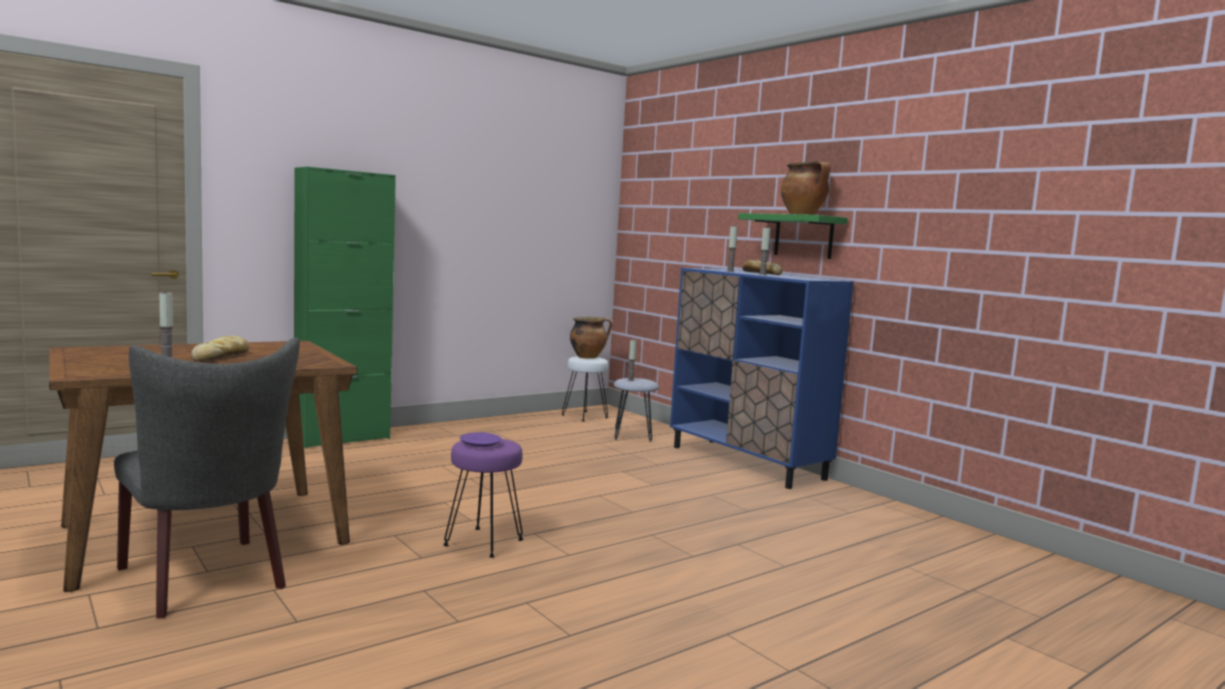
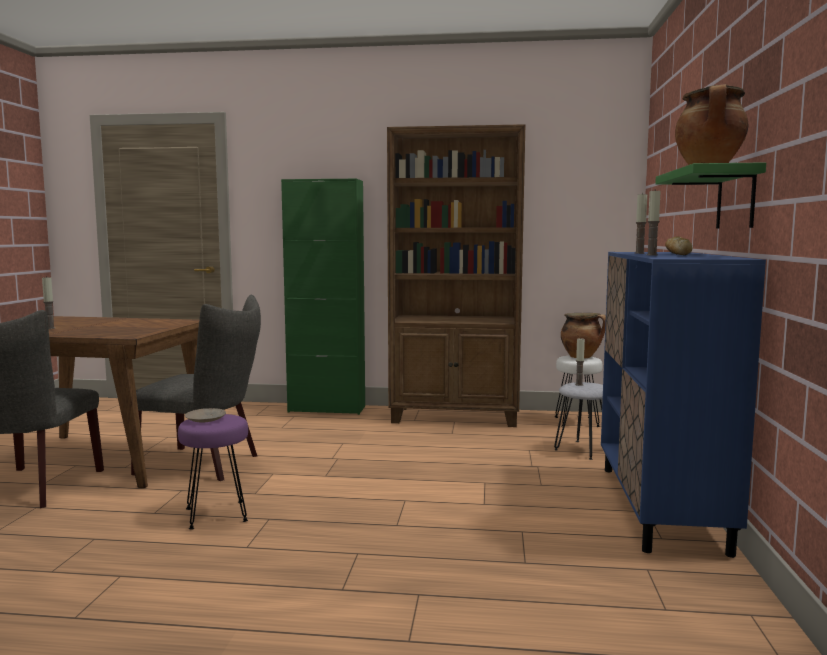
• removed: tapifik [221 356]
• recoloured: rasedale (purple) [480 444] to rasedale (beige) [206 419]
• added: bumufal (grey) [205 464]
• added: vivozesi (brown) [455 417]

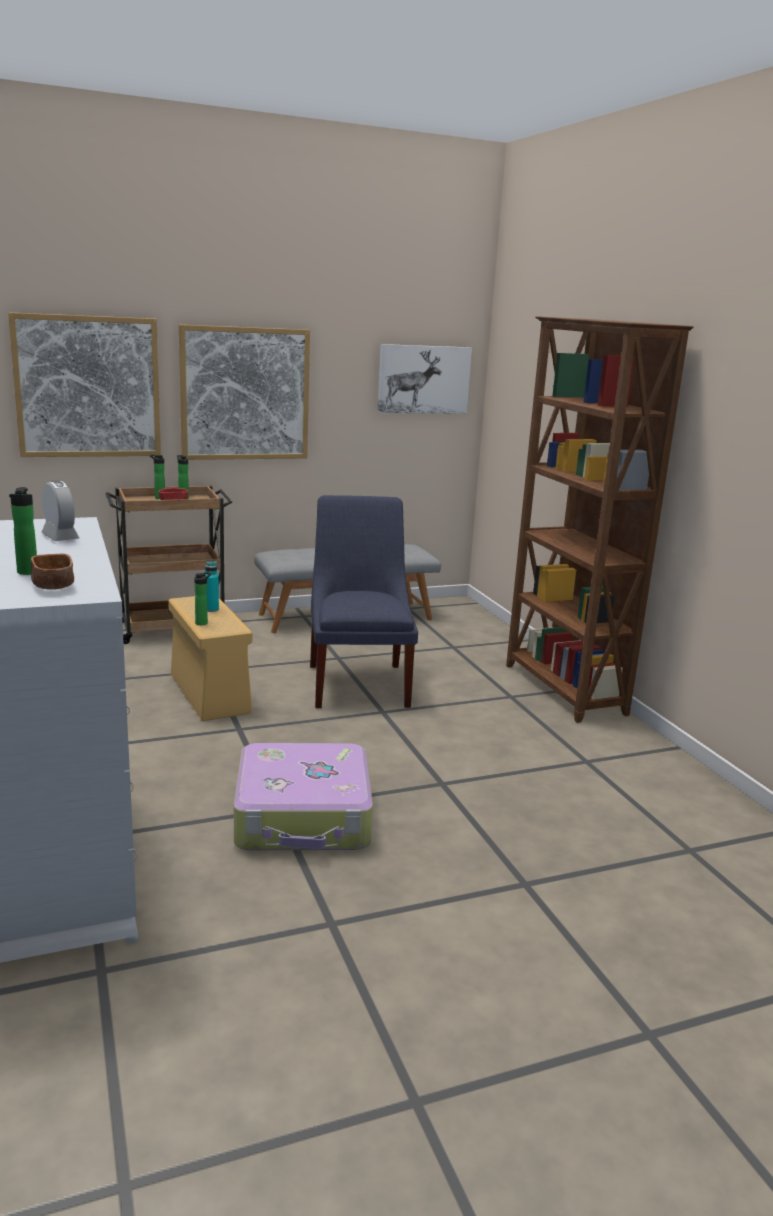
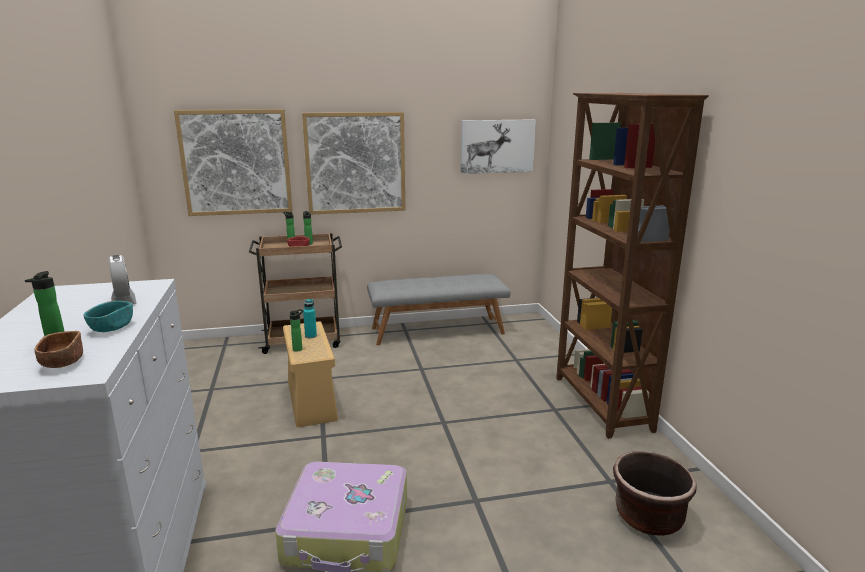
• removed: bumufal (blue) [359 683]
• added: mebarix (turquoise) [112 327]
• added: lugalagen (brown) [648 517]

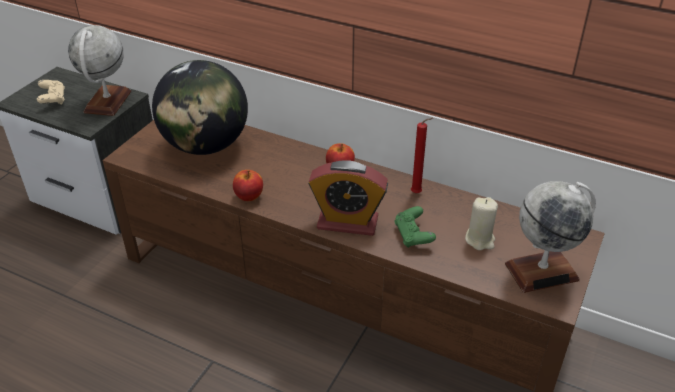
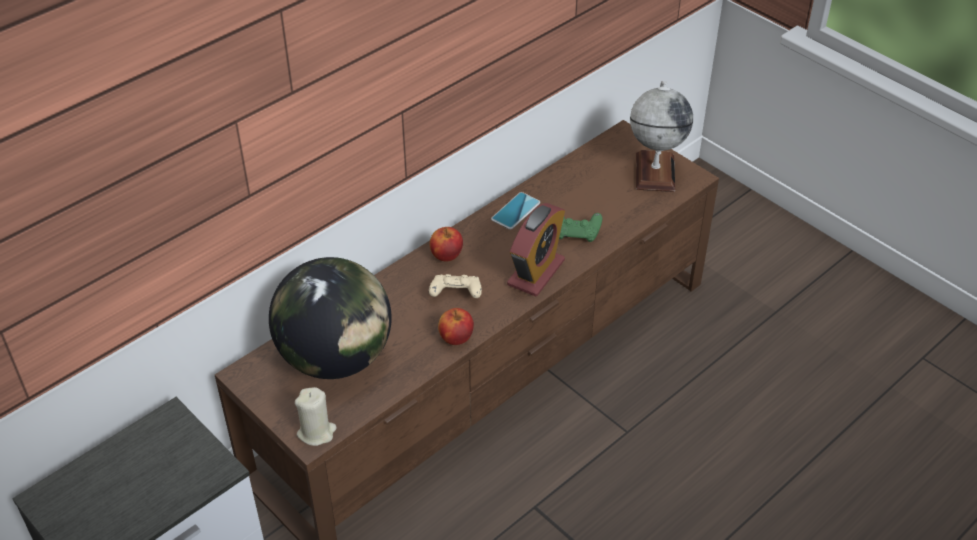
• moved: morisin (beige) [53 100] to [456 295]
• removed: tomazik [108 102]
• replaced: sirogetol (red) [418 193] to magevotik [515 211]
• moved: sirogetol (beige) [480 240] to [316 432]

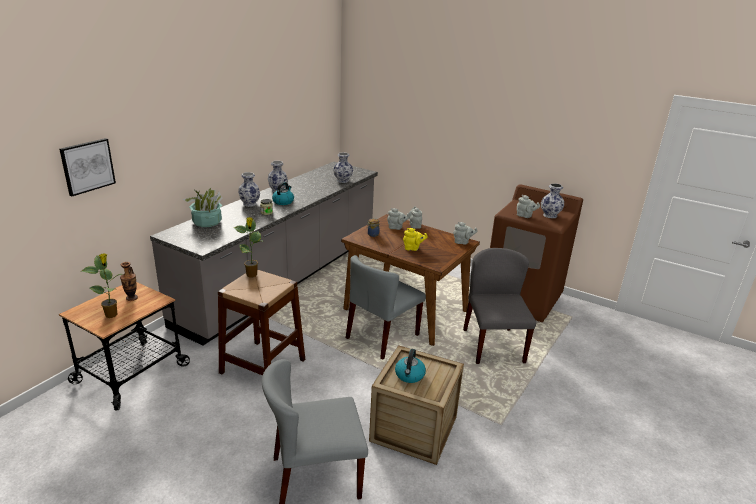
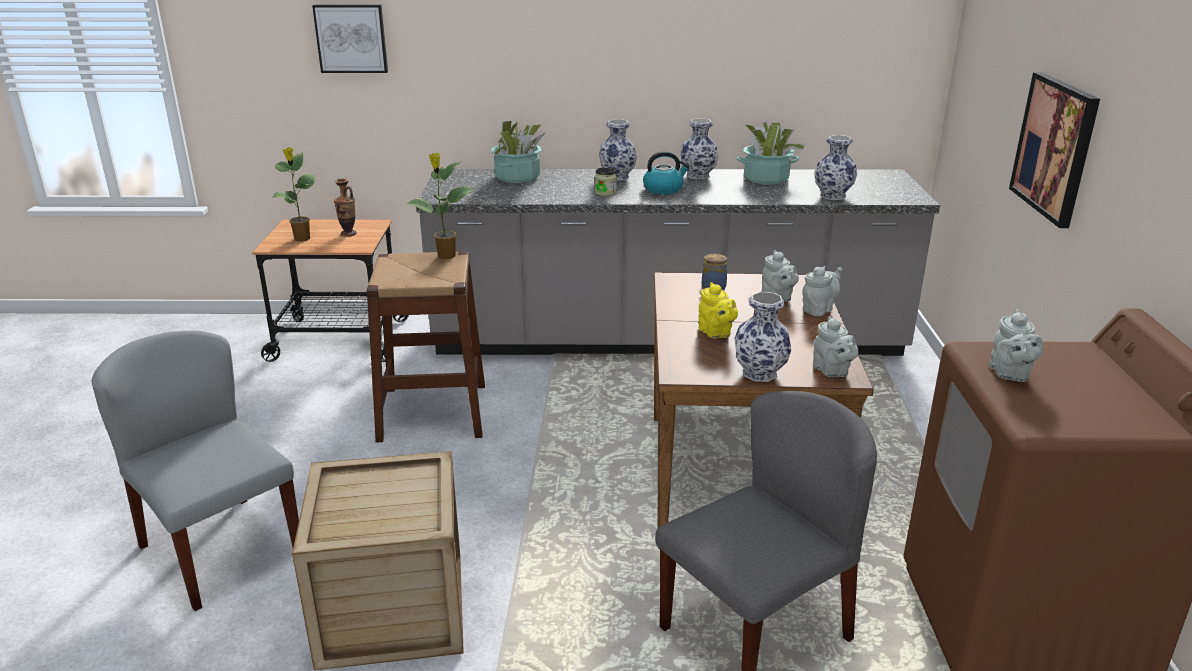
• removed: bumufal (grey) [382 337]
• removed: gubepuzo [409 375]
• moved: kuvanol [550 215] to [760 373]
• added: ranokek [766 178]
• added: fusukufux [1055 147]

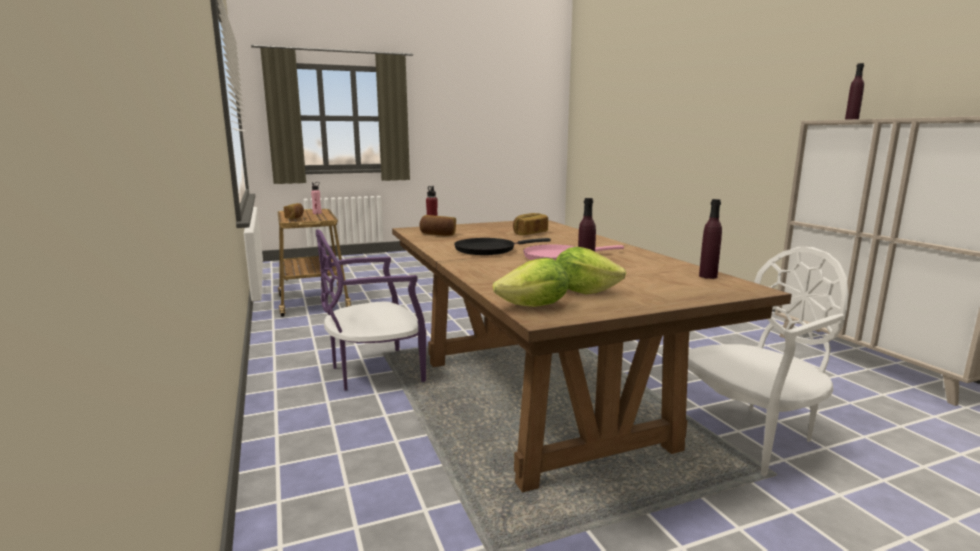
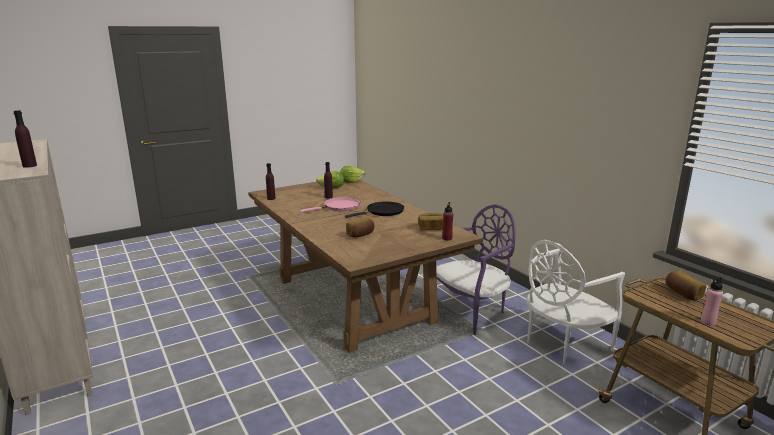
• moved: bumufal (white) [749 434] to [563 343]

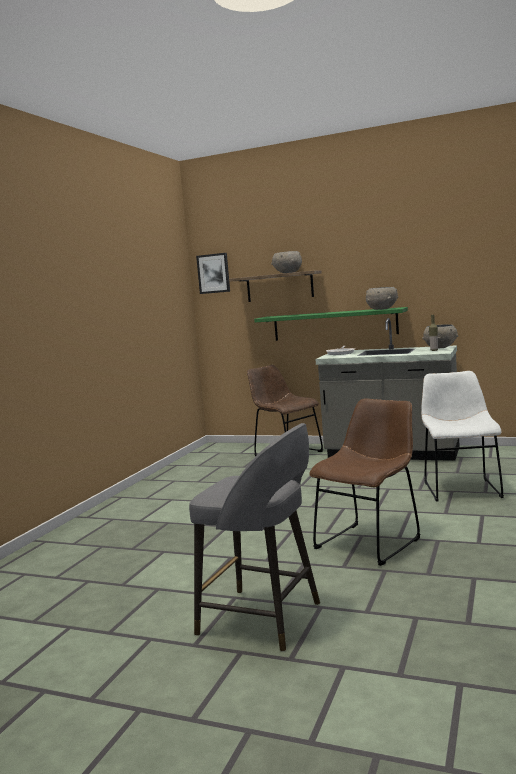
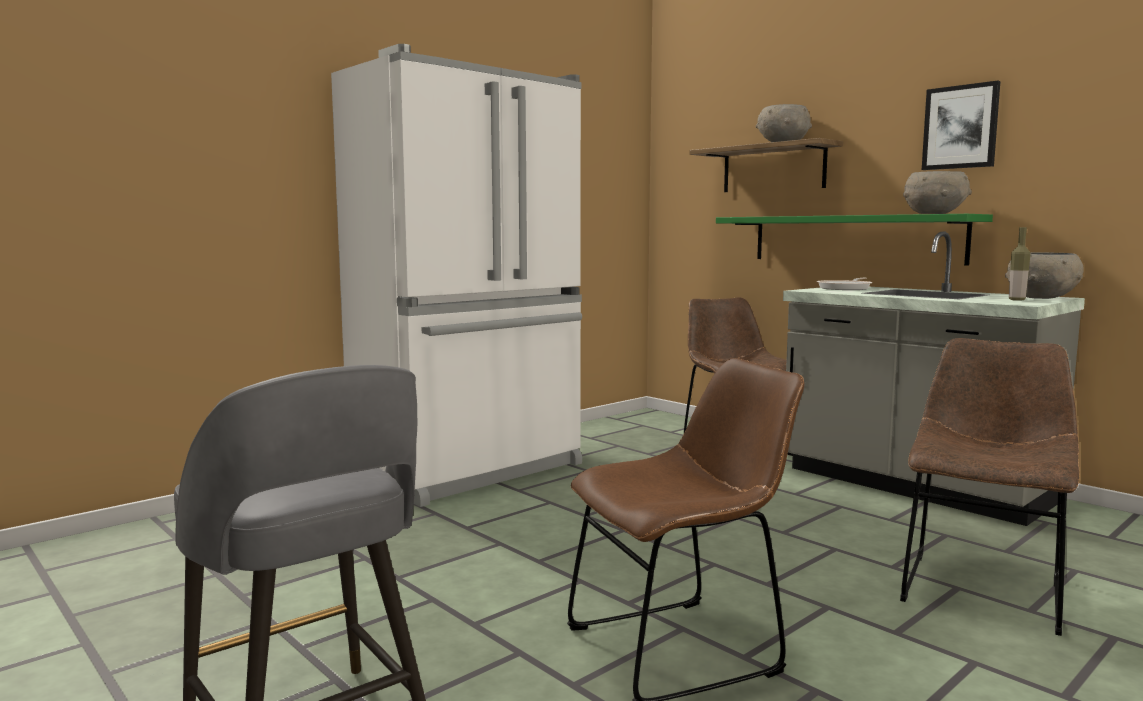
• moved: fusukufux [213 273] to [960 127]
• recoloured: bumufal (white) [460 488] to bumufal (brown) [982 587]
• added: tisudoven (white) [472 470]

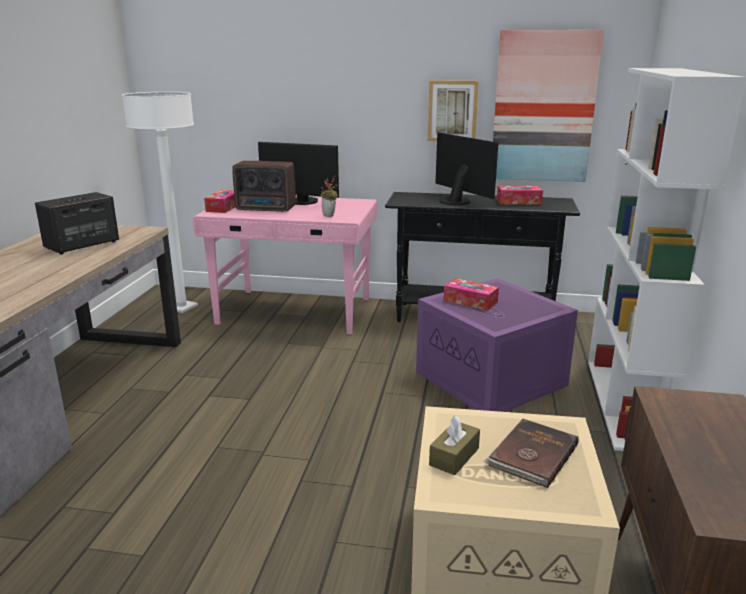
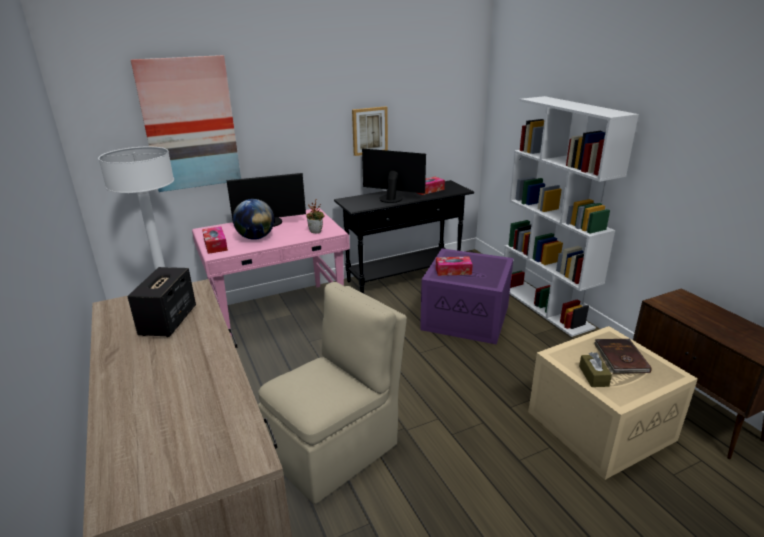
• replaced: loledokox [267 209] to tomazik [256 238]
• moved: fusukufux [543 107] to [190 124]
• added: bumufal (beige) [335 448]

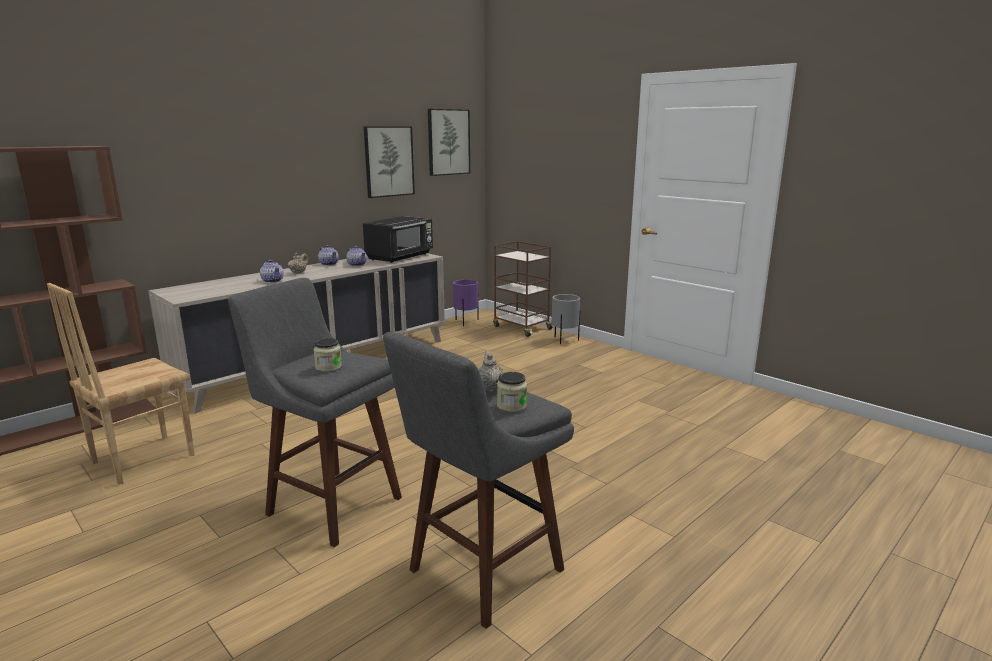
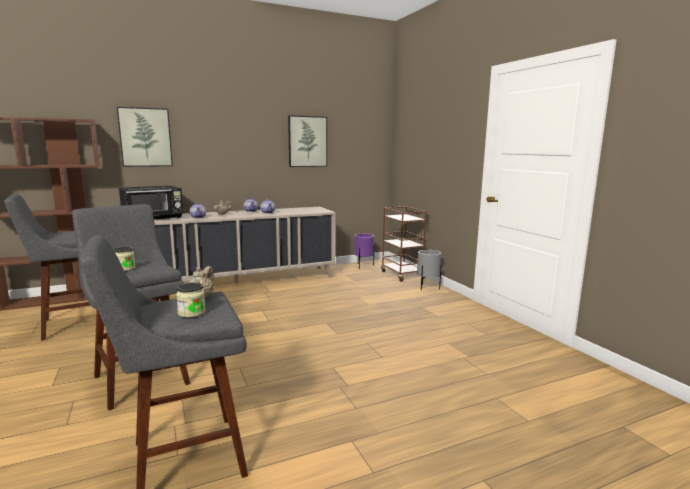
• replaced: bumufal (brown) [142 459] to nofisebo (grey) [71 325]
• moved: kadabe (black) [400 257] to [154 218]
• moved: fusukufux [448 142] to [145 137]

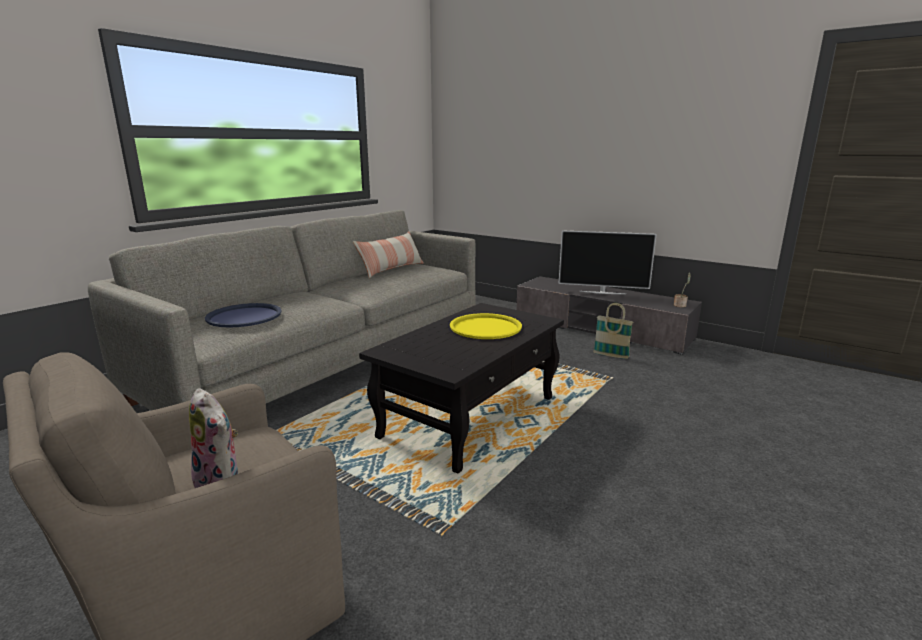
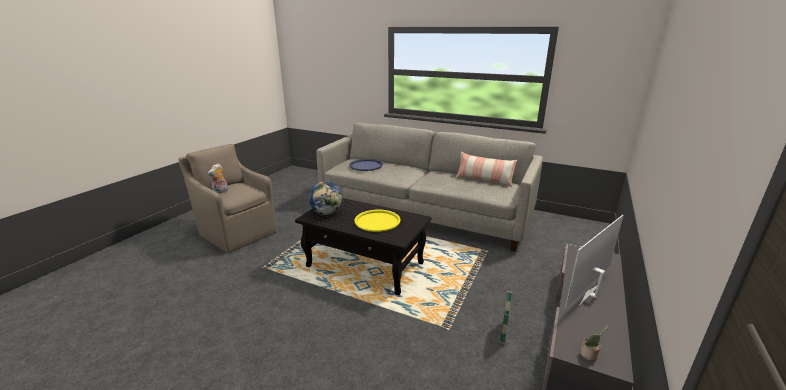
• turned: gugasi [602 292] = [592 294] 45 degrees clockwise
• added: tomazik [327 213]

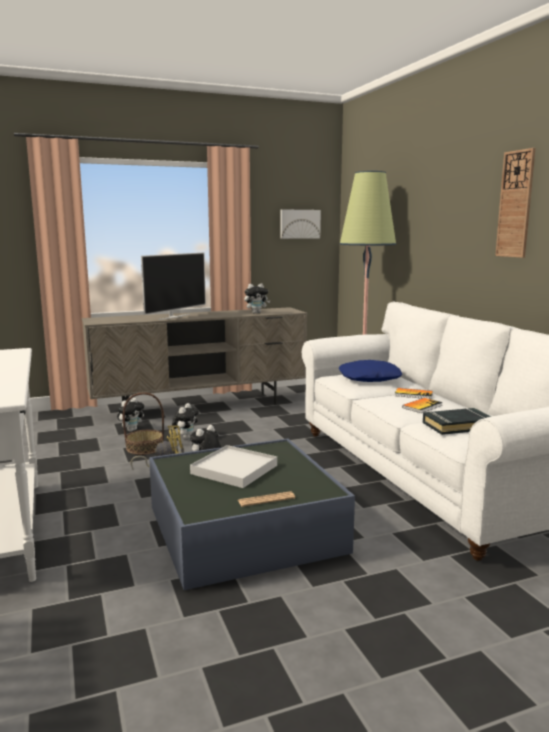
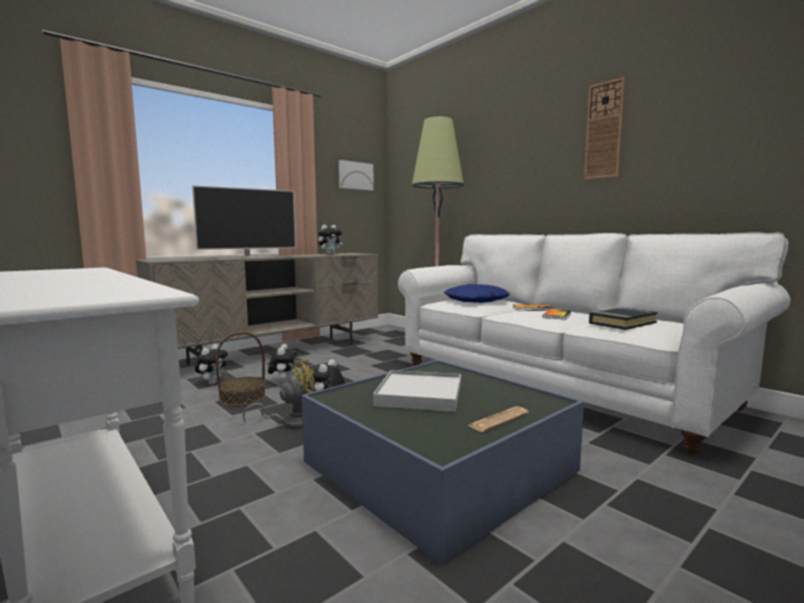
• turned: gugasi [174 317] = [248 257] 45 degrees clockwise

